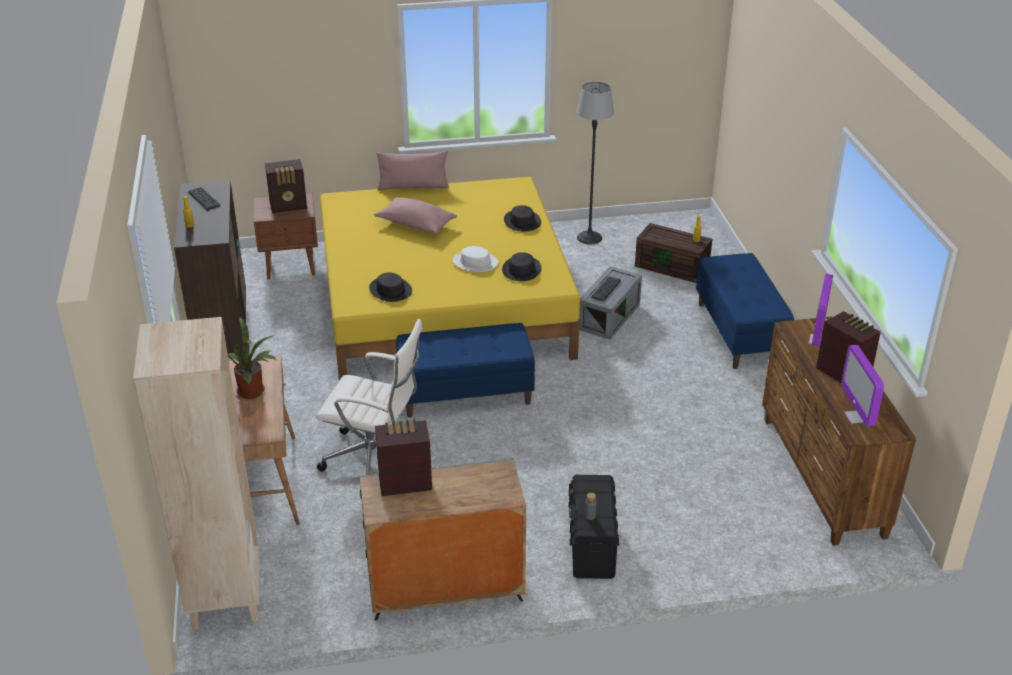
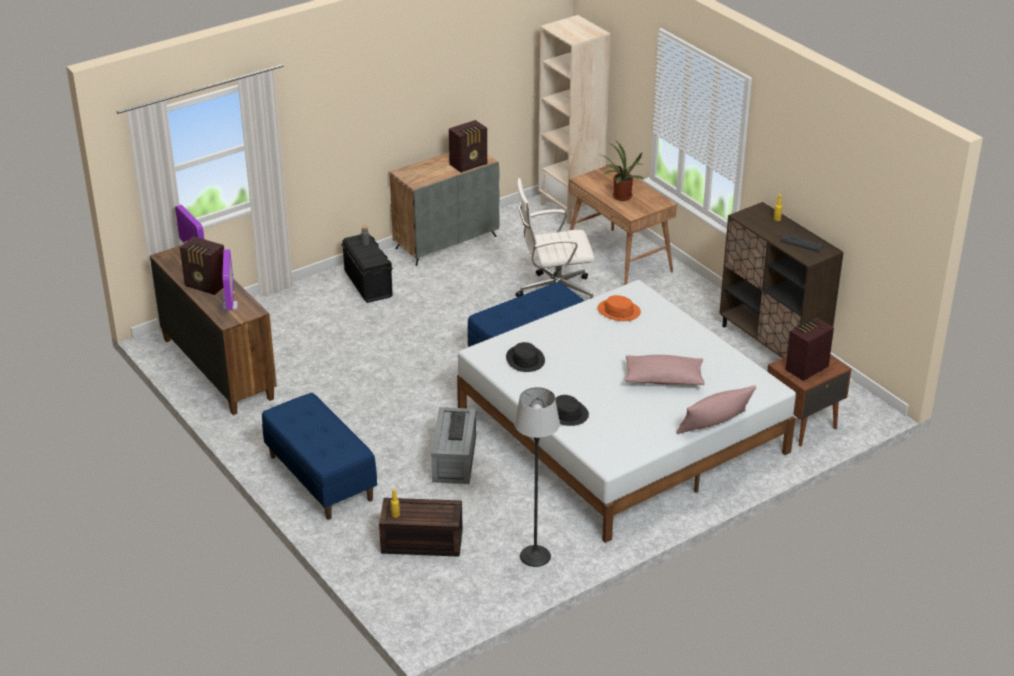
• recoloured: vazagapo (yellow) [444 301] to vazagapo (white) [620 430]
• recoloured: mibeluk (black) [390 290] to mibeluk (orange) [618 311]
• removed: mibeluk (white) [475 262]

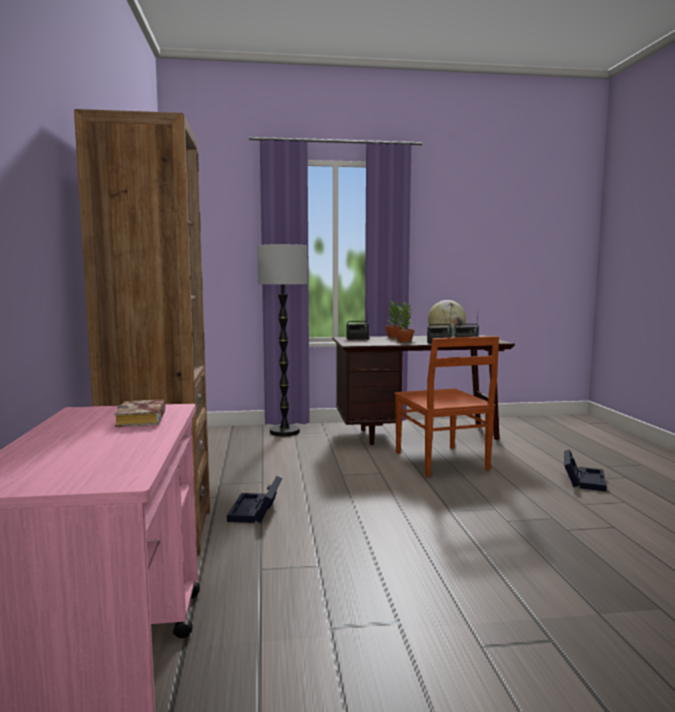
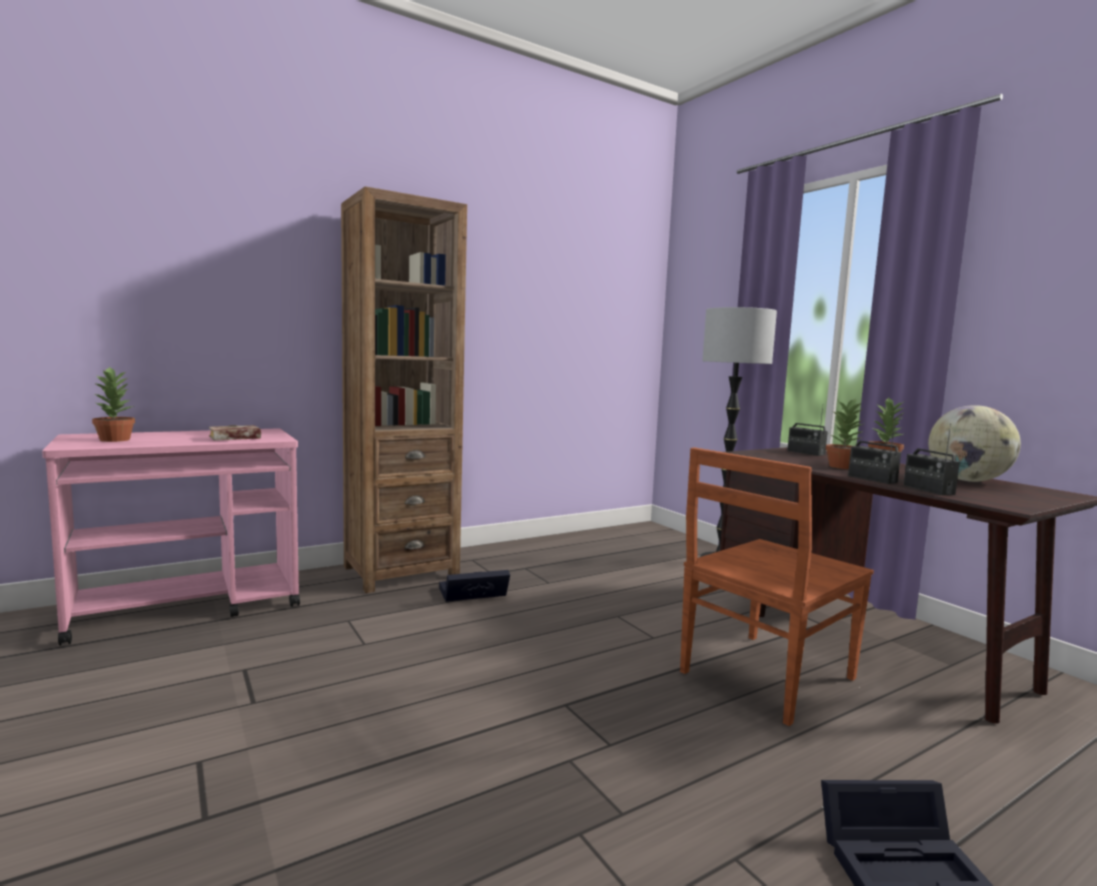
• added: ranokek [116 439]

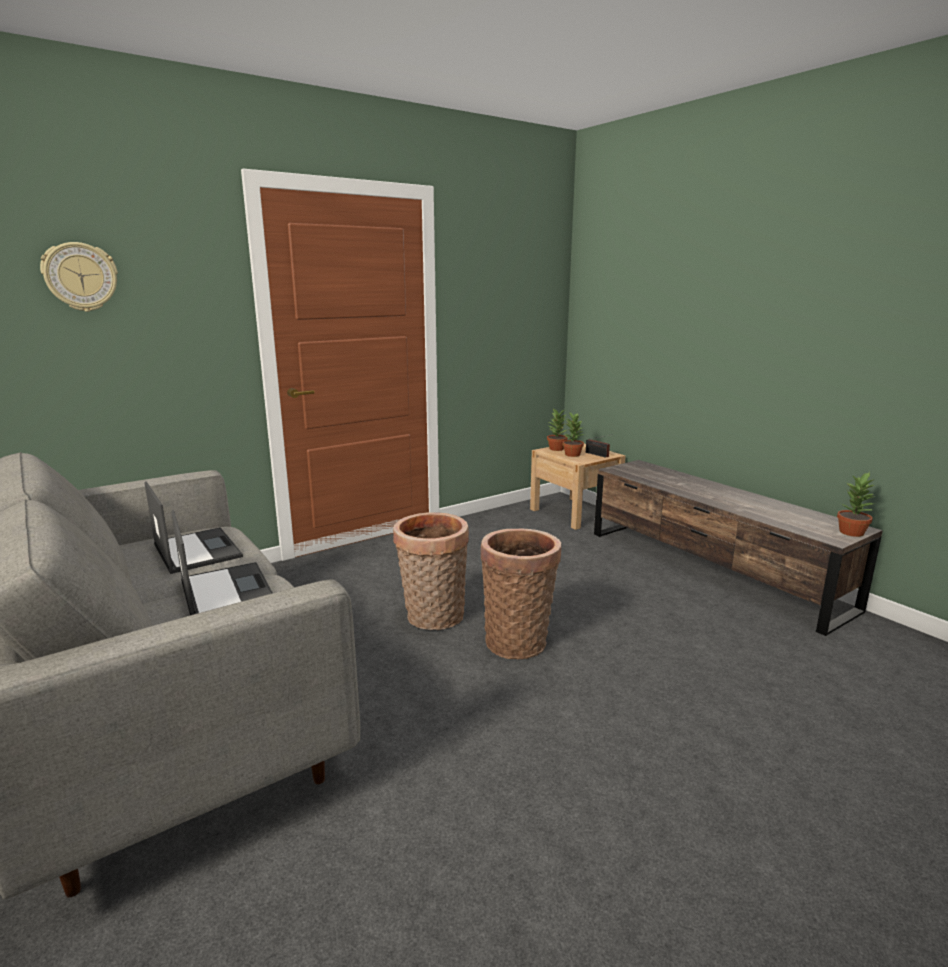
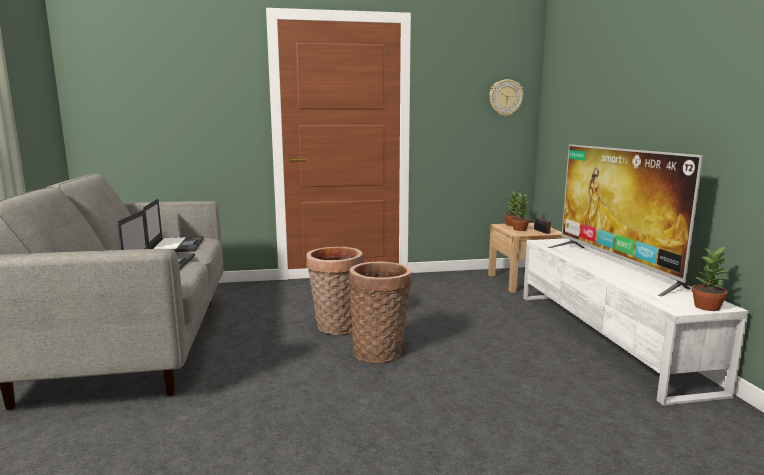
• moved: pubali [80 277] to [505 98]
• recoloured: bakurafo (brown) [712 569] to bakurafo (white) [605 337]
• added: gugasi [614 266]

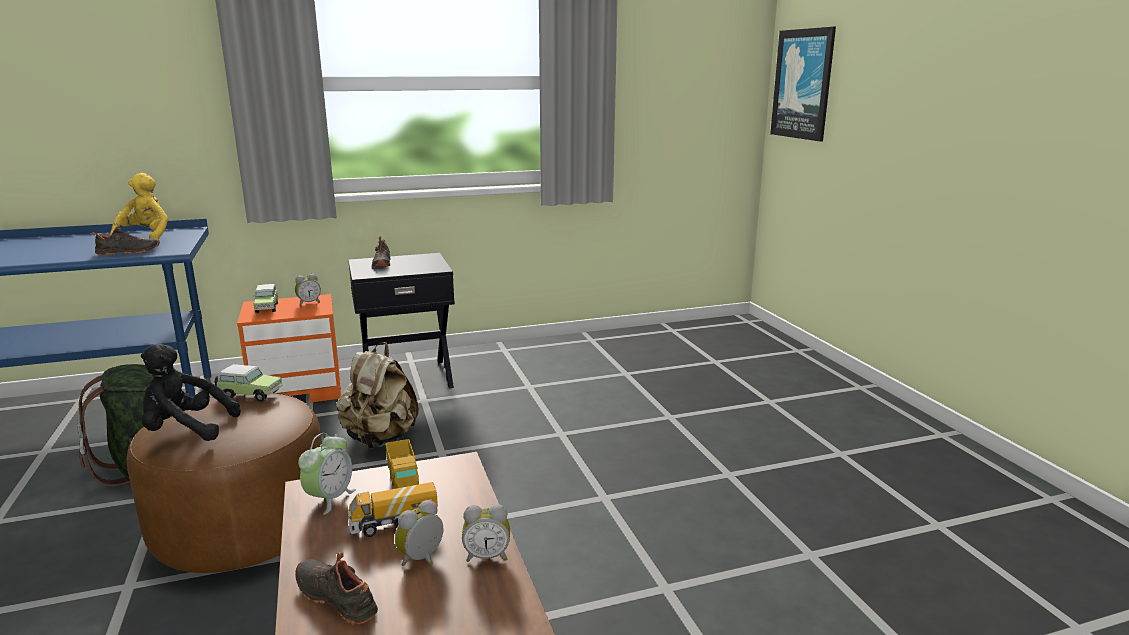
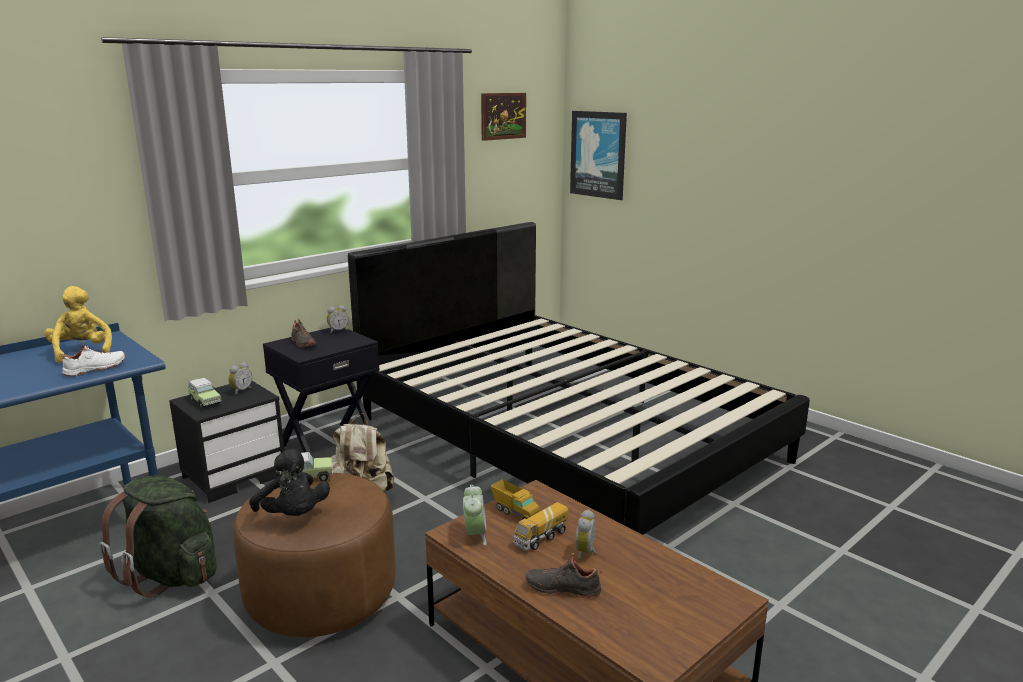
• recoloured: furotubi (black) [128 252] to furotubi (white) [96 369]
• turned: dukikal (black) [186 430] = [293 516] 105 degrees counterclockwise
• recoloured: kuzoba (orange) [299 389] to kuzoba (black) [235 475]
• moved: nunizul [487 556] to [338 331]
• added: vazagapo (black) [566 438]
• added: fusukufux [503 116]

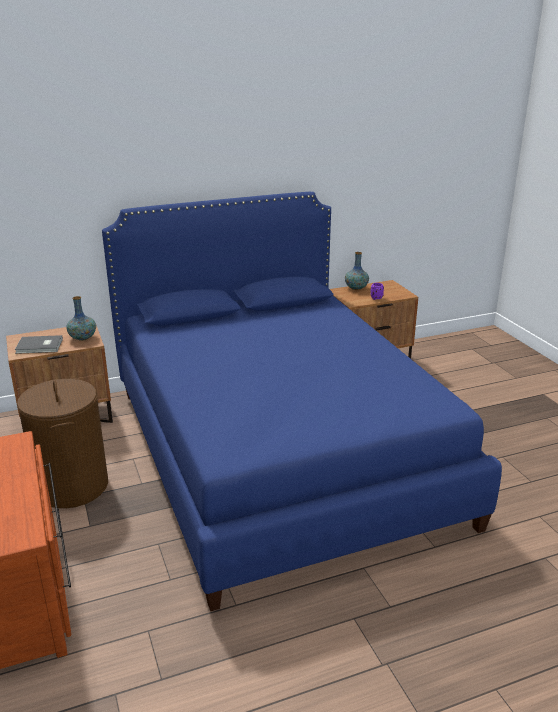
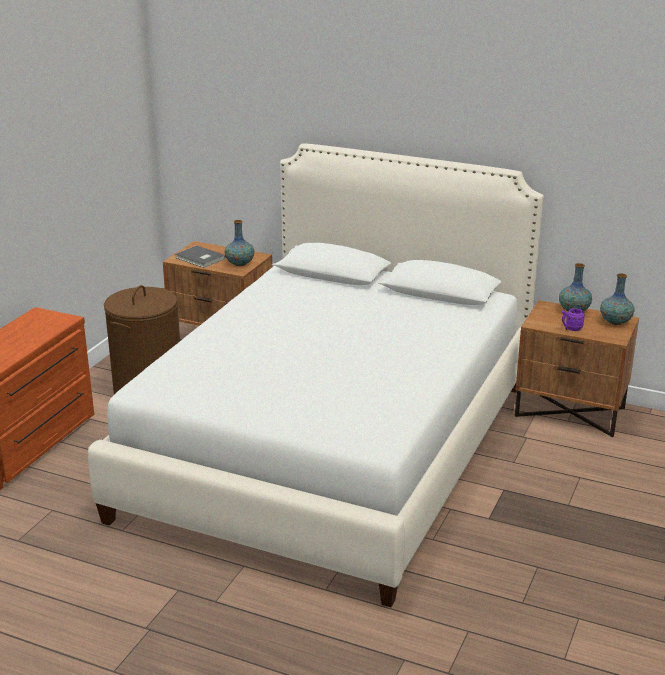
• recoloured: vazagapo (blue) [279 452] to vazagapo (white) [333 448]
• added: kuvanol [615 322]

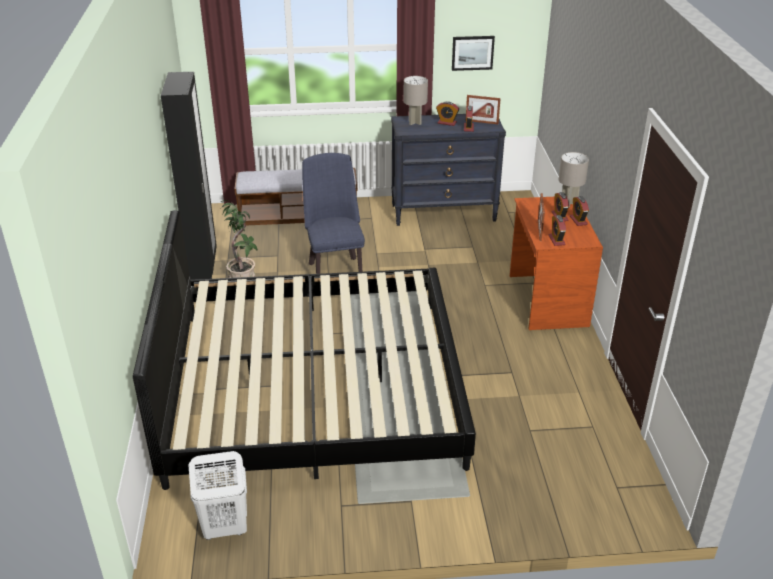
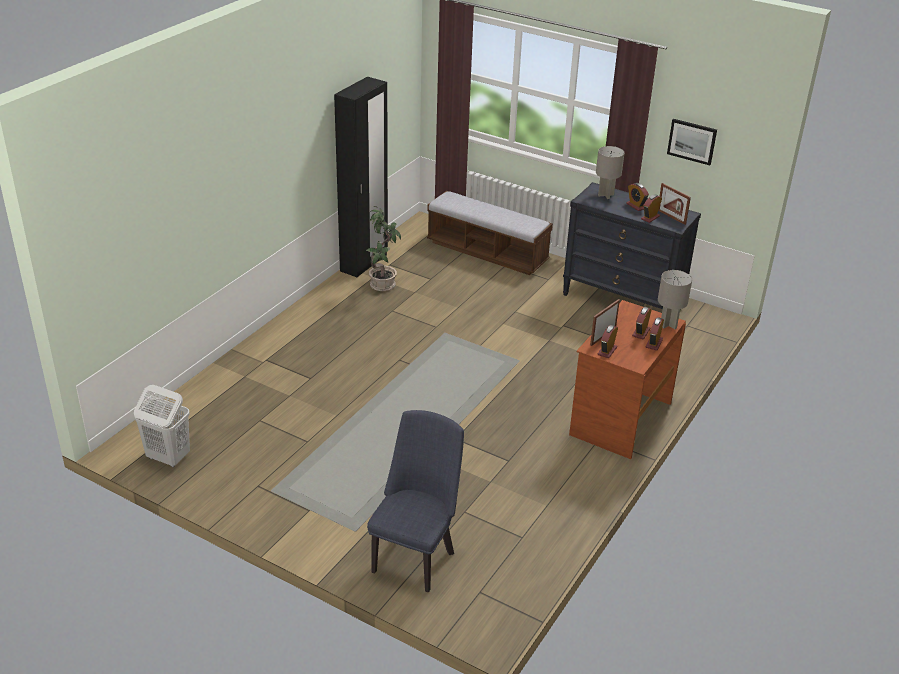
• removed: vazagapo [313 386]
• moved: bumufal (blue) [334 269] to [415 556]

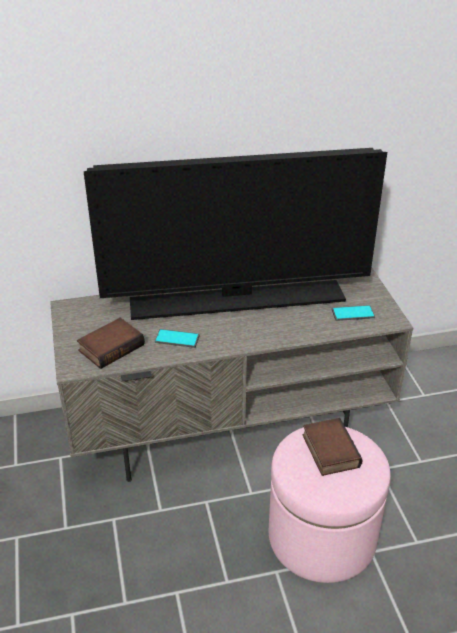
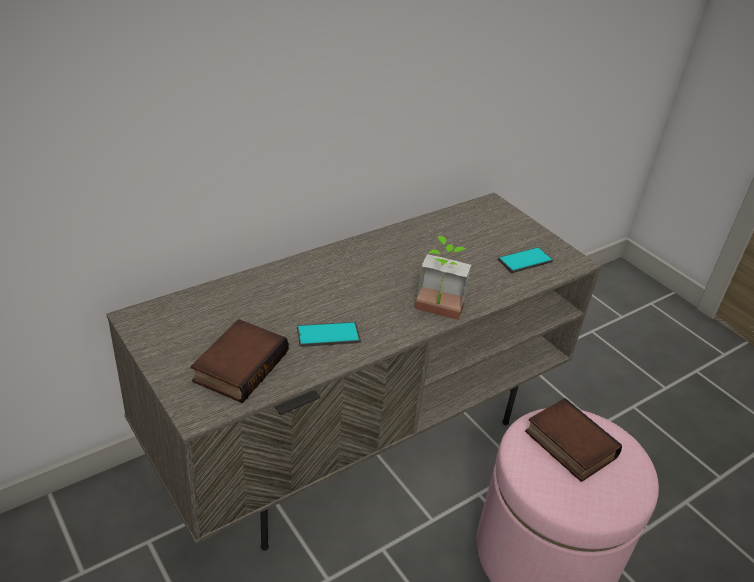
• removed: gugasi [237 300]
• added: ranokek [437 313]

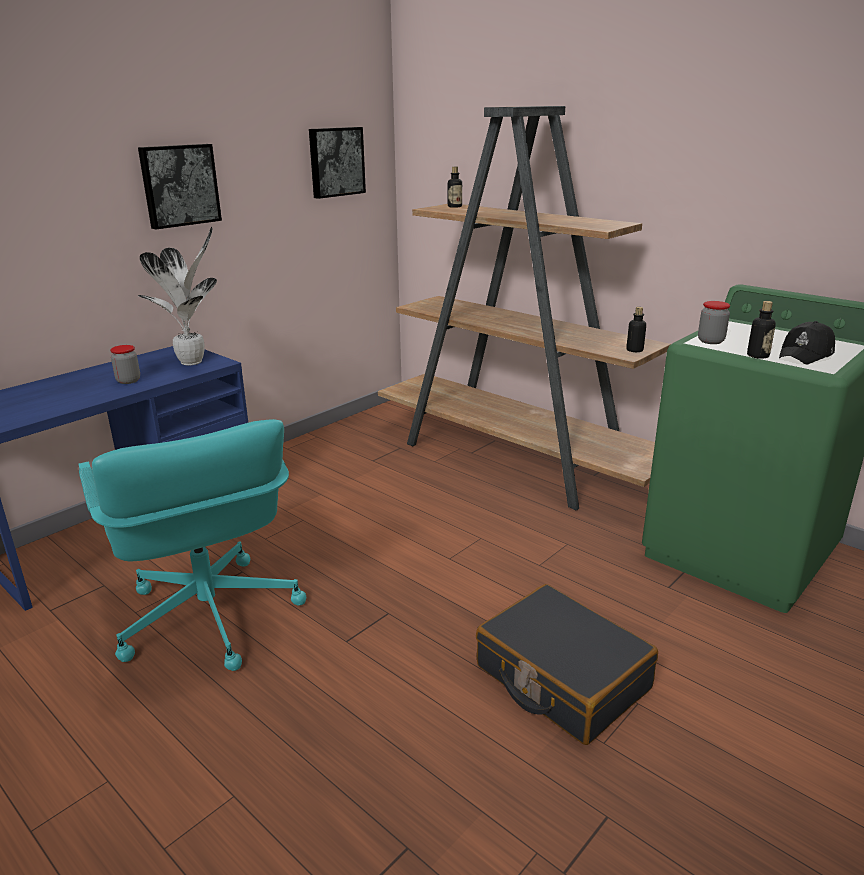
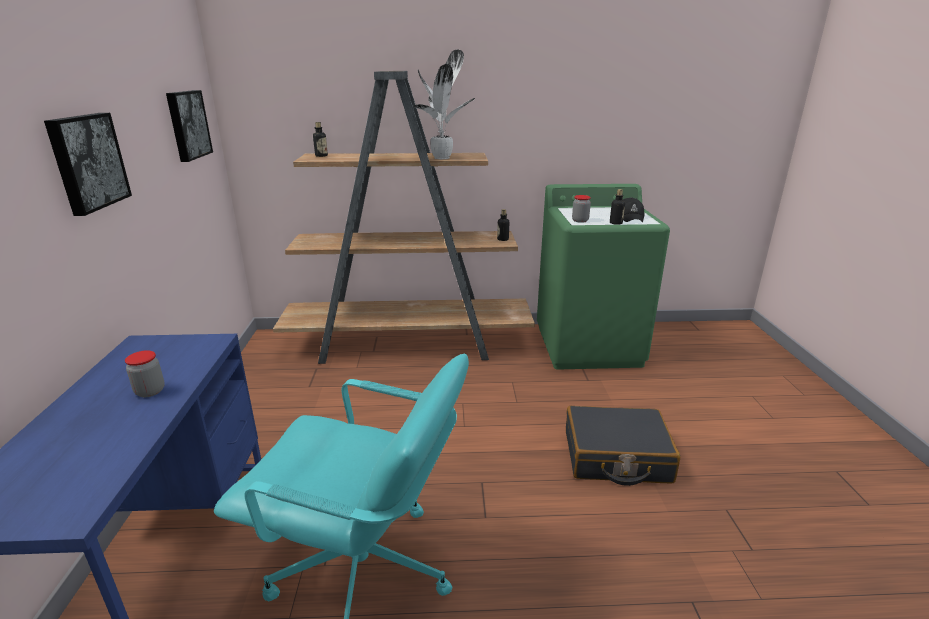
• moved: ranokek [194 362] to [443 158]

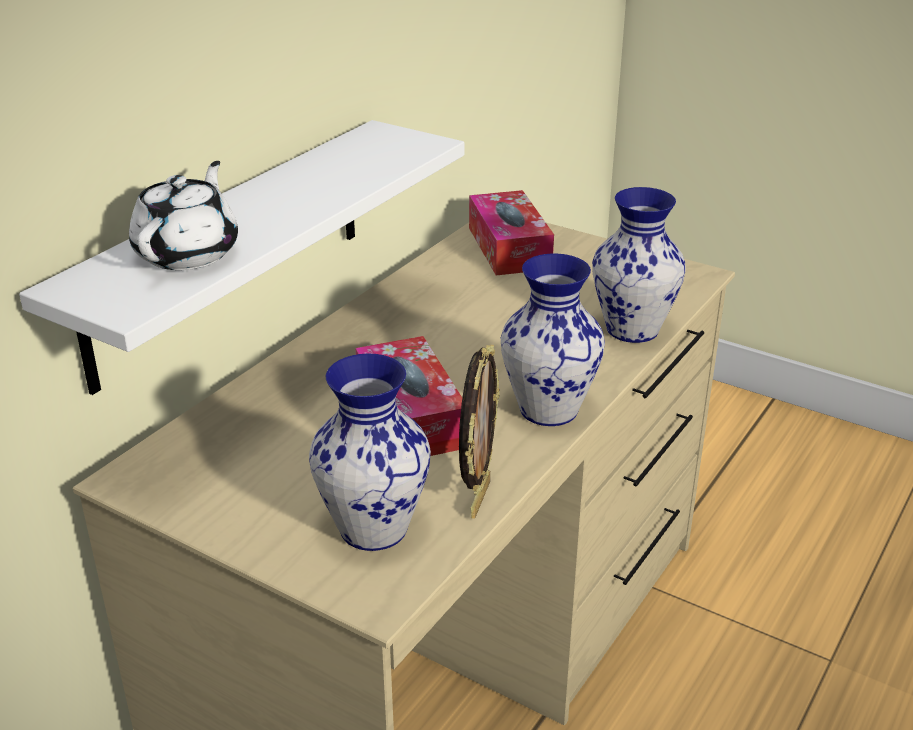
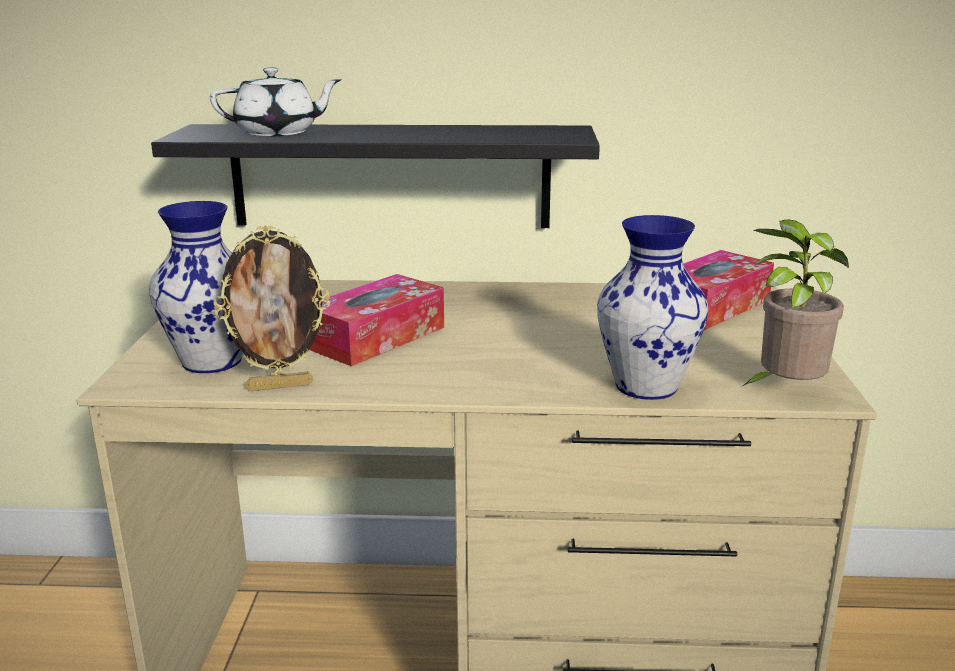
• recoloured: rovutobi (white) [230 250] to rovutobi (black) [390 176]
• removed: kuvanol [547 410]
• added: ranokek [785 391]

